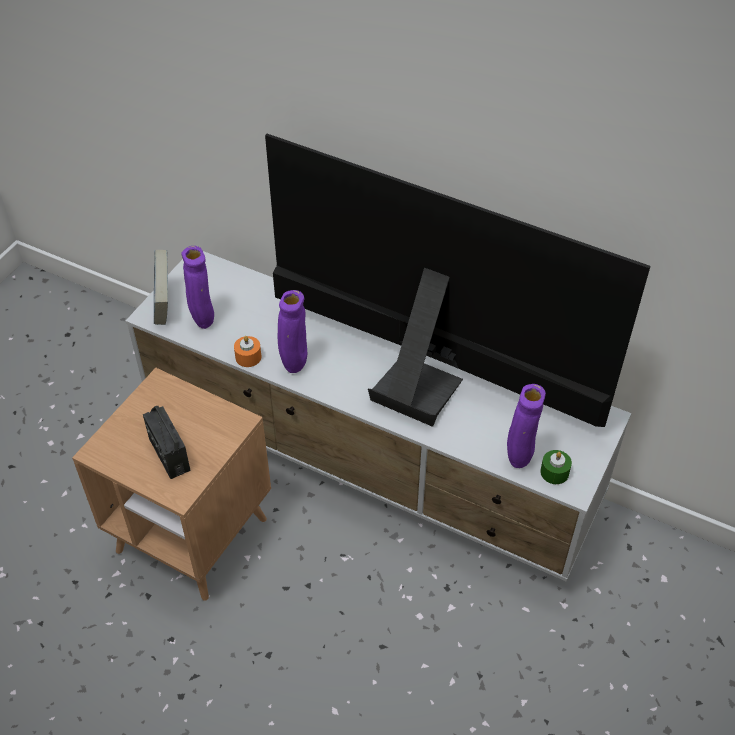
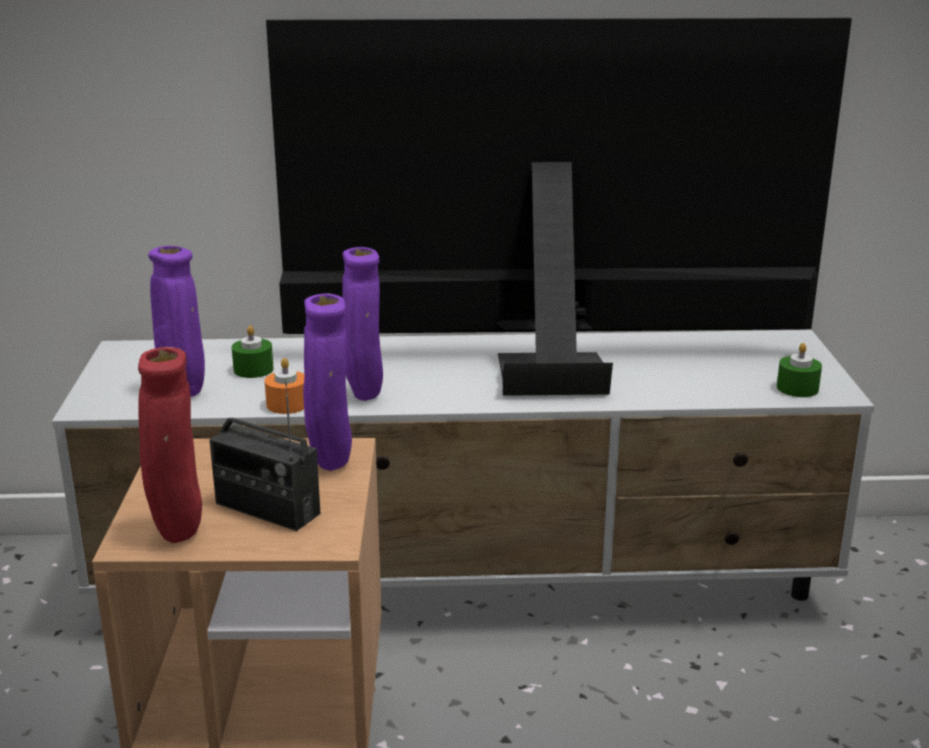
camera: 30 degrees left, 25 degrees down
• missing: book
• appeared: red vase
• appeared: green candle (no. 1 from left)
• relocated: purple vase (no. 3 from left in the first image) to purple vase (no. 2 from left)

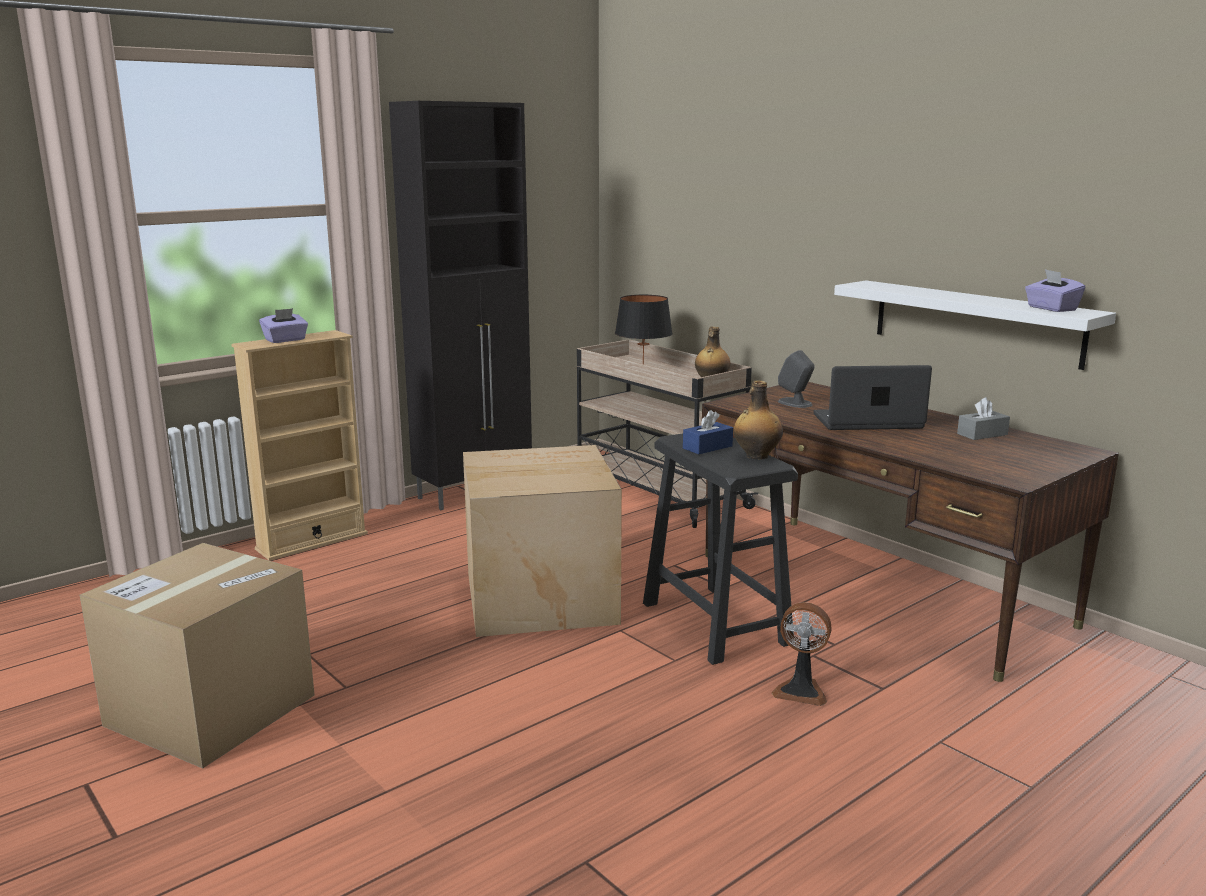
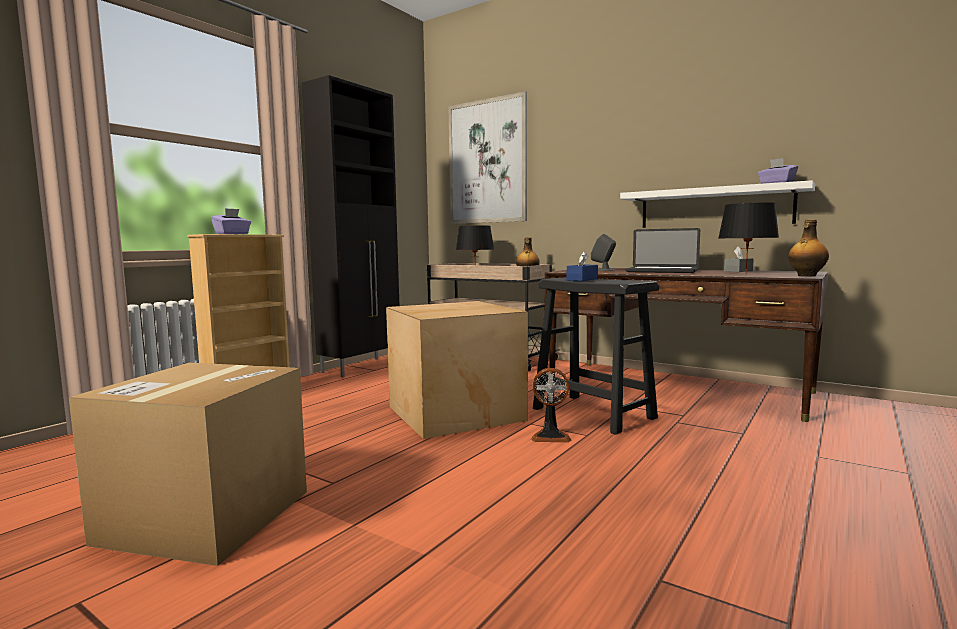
camera: 15 degrees left, 10 degrees down
• appeared: picture
• appeared: black table lamp (no. 2 from left)
• relocated: bottle (no. 2 from left)
• relocated: fan
• spun: laptop 135 degrees counterclockwise

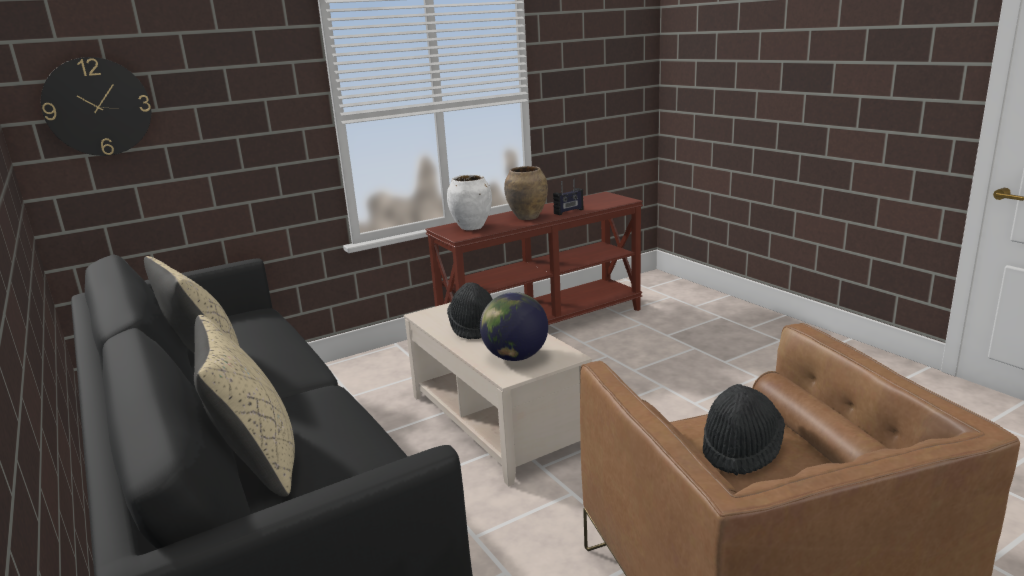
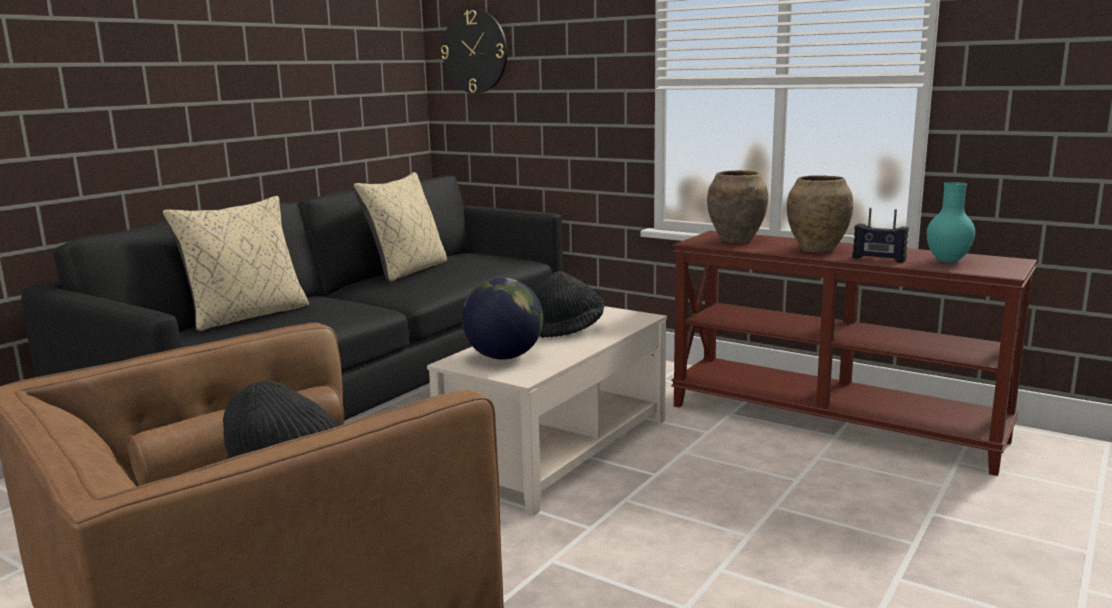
camera: 65 degrees right, 5 degrees down
• appeared: turquoise vase
• colour: white vase to brown vase (no. 1 from left)

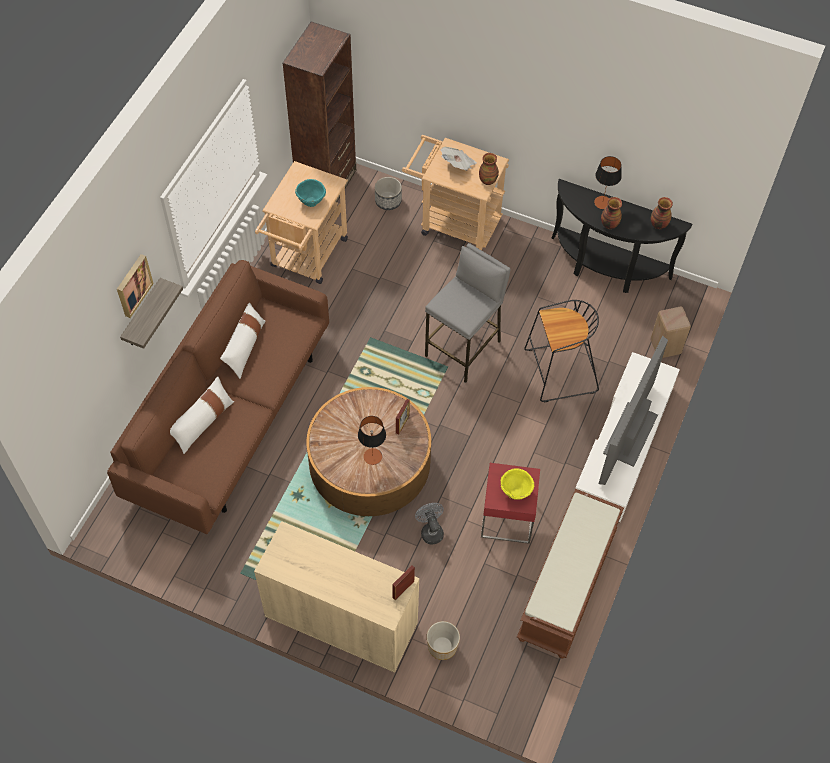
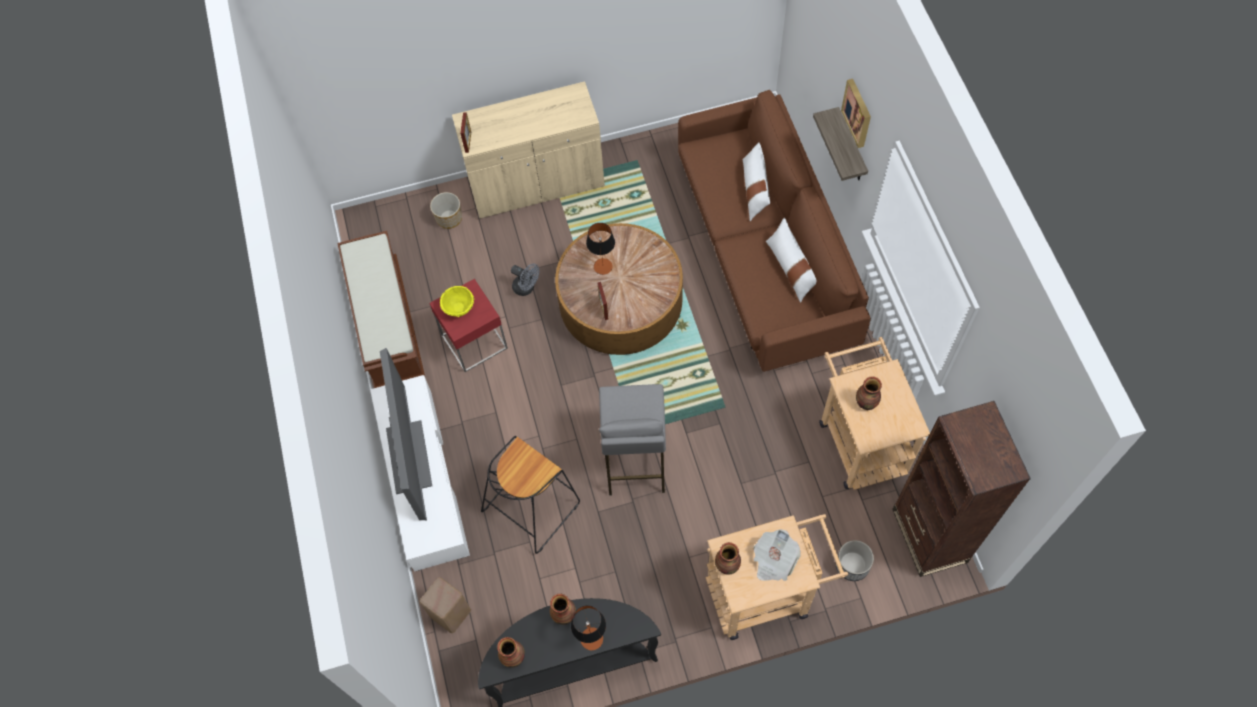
camera: 145 degrees right, 5 degrees up
• exchanged: turquoise bowl to vase (no. 4 from left)

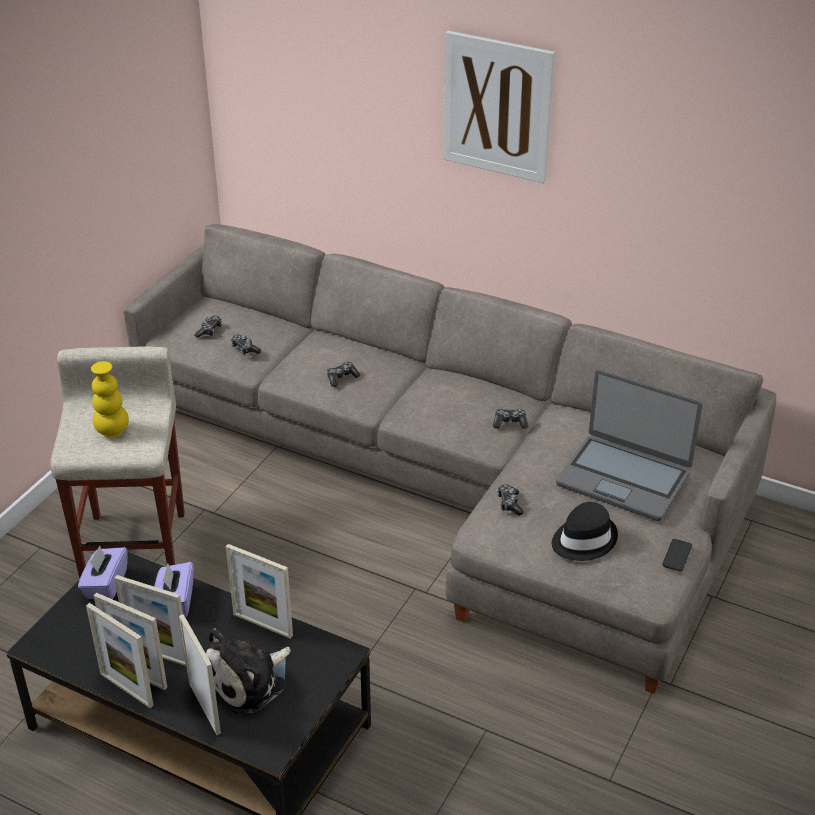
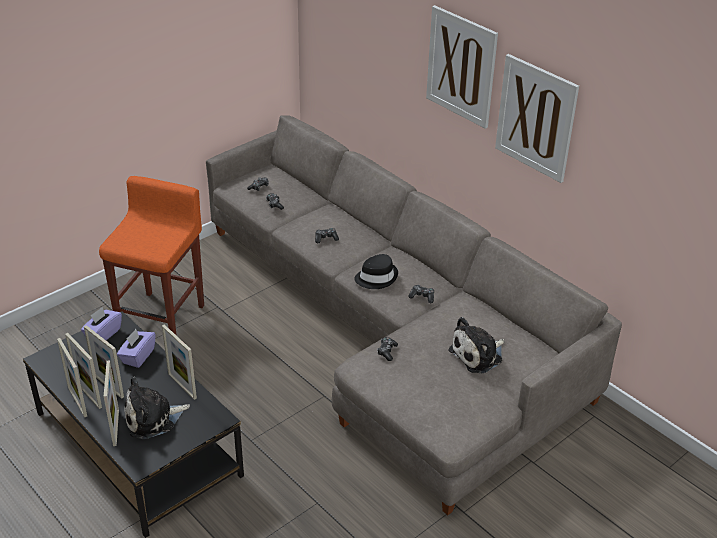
camera: 20 degrees right, 0 degrees up
• missing: yellow vase
• missing: phone
• appeared: picture (no. 2 from left)
• relocated: black hat
• exchanged: laptop to plush toy (no. 2 from left)
• colour: beige stool to orange stool

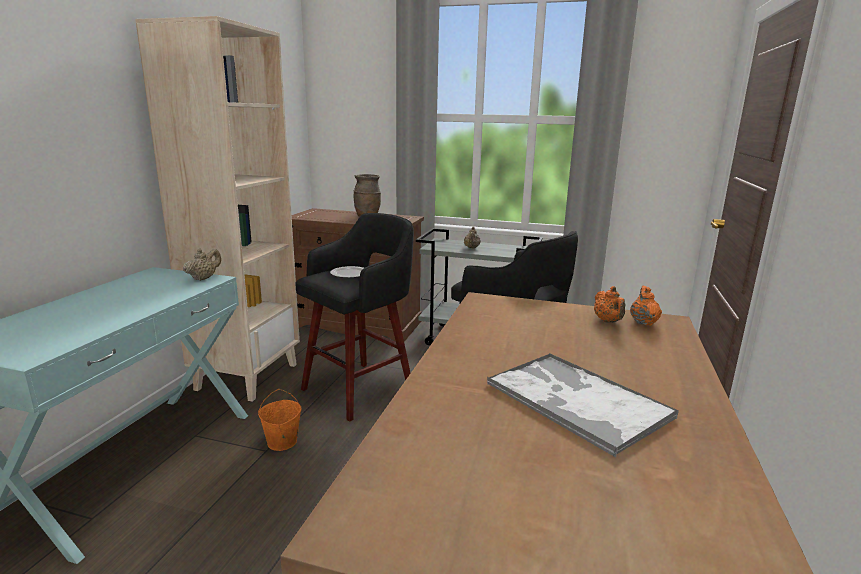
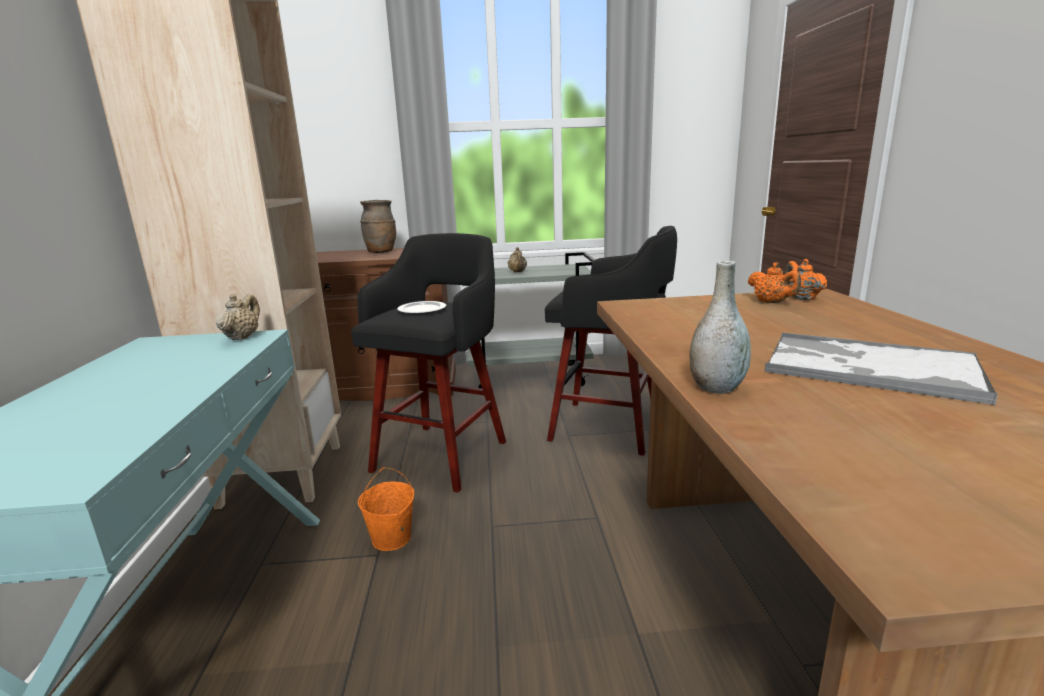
camera: 20 degrees left, 0 degrees up
• appeared: grey vase

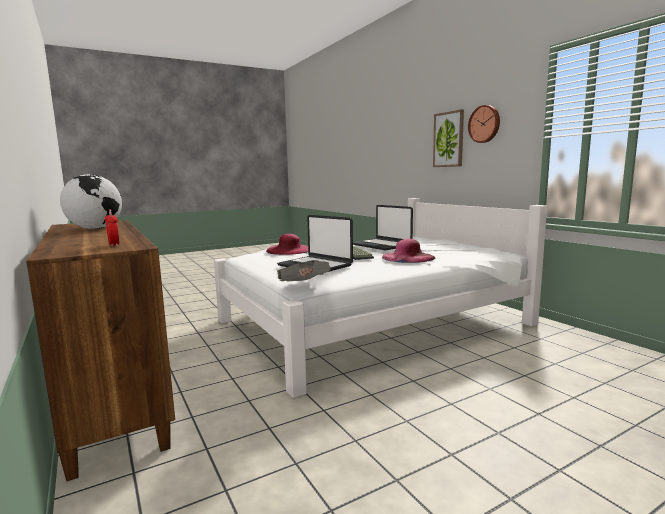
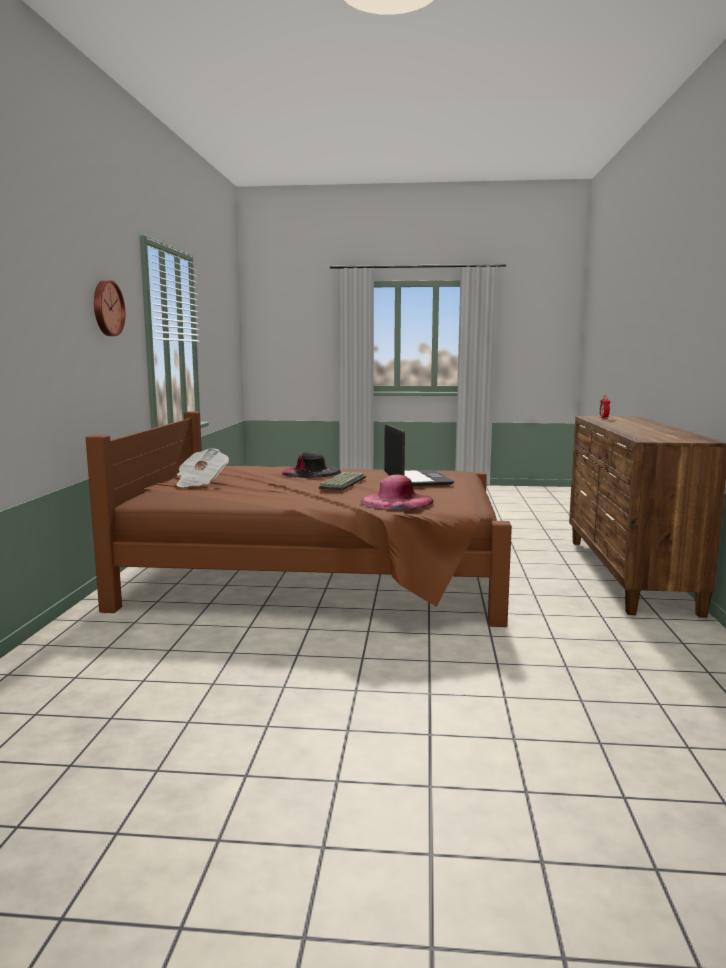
camera: 145 degrees left, 0 degrees up
• missing: globe
• missing: laptop (no. 2 from left)
• missing: picture
• relocated: newspaper
• colour: white bed to brown bed
• colour: pink hat (no. 2 from left) to black hat

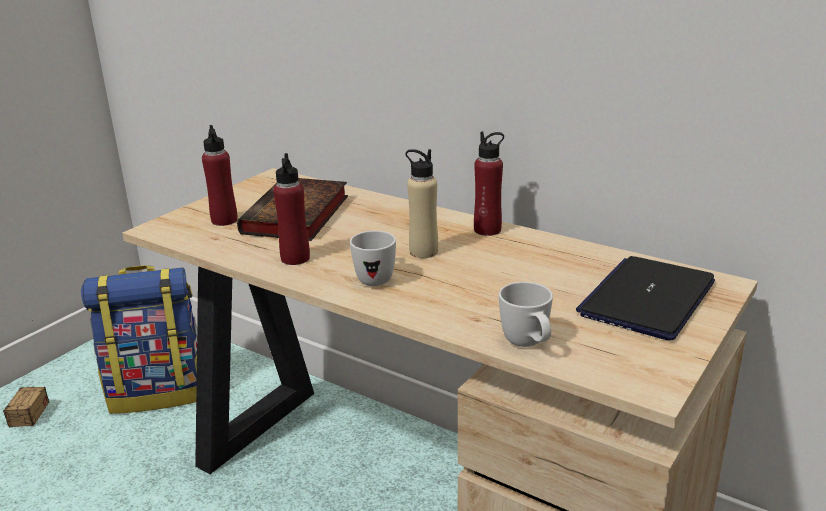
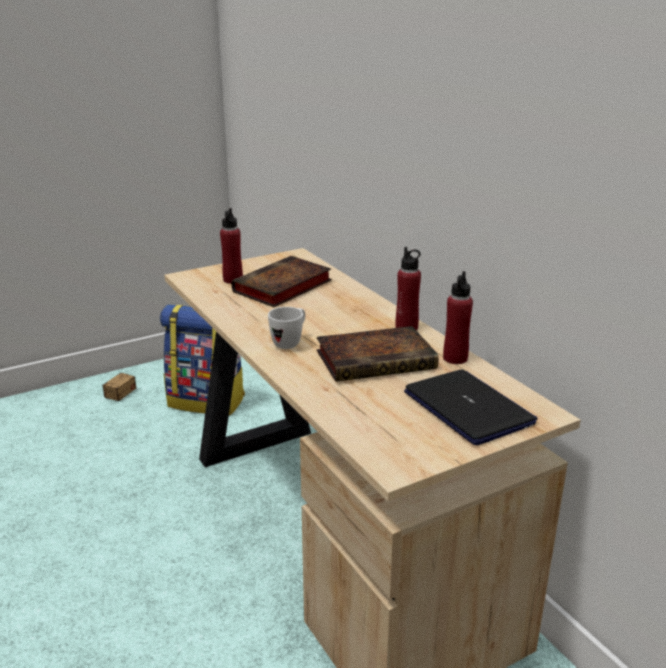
camera: 25 degrees right, 0 degrees up
• missing: beige bottle
• missing: white mug (no. 2 from left)
• appeared: book (no. 2 from left)
• relocated: red bottle (no. 2 from left in the first image) to red bottle (no. 3 from left)
• spun: laptop 90 degrees clockwise

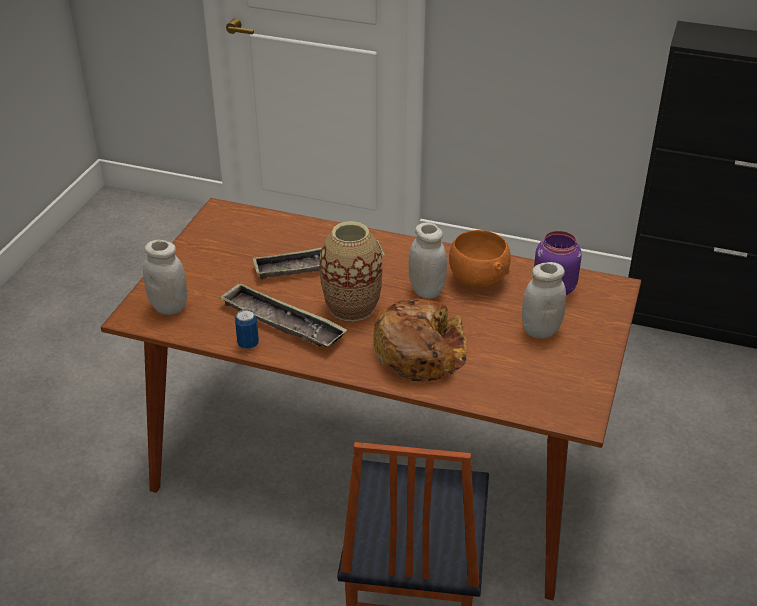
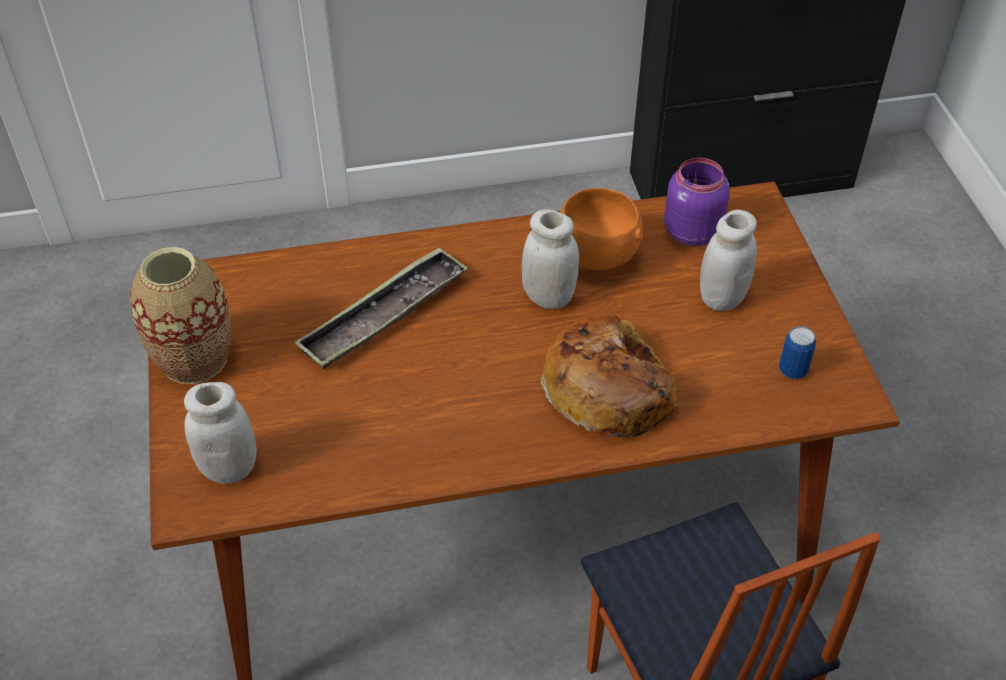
camera: 30 degrees left, 10 degrees up
• missing: tray (no. 1 from left)
• relocated: can
• relocated: vase

